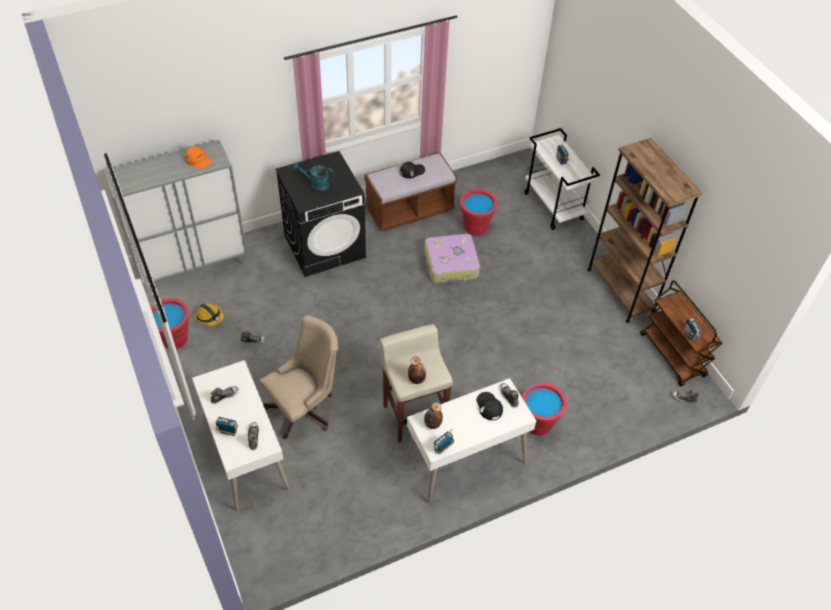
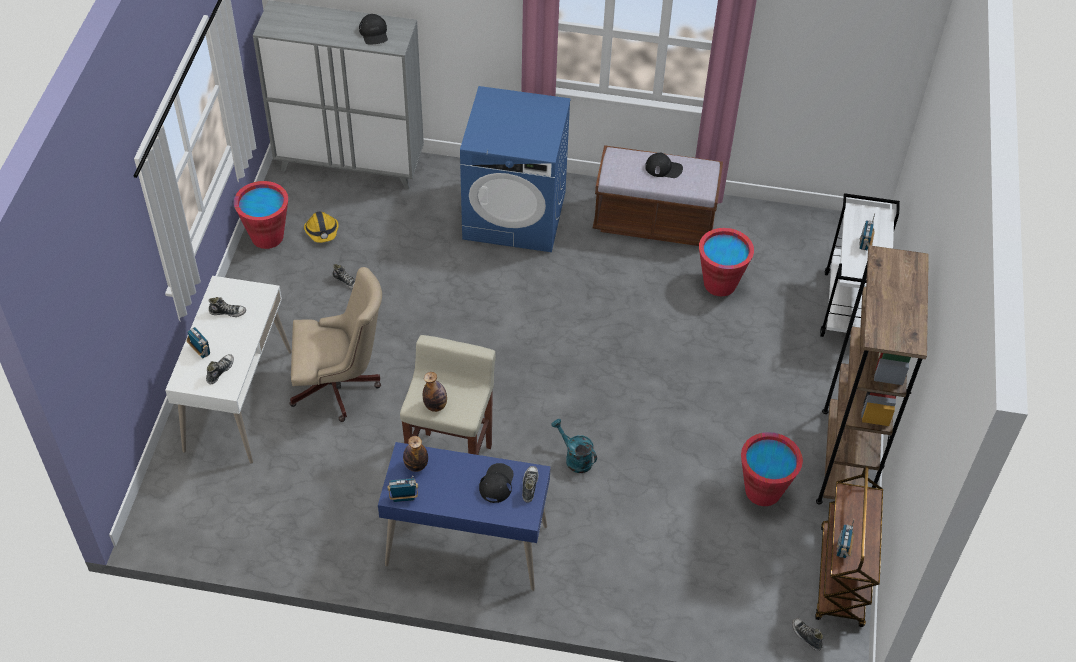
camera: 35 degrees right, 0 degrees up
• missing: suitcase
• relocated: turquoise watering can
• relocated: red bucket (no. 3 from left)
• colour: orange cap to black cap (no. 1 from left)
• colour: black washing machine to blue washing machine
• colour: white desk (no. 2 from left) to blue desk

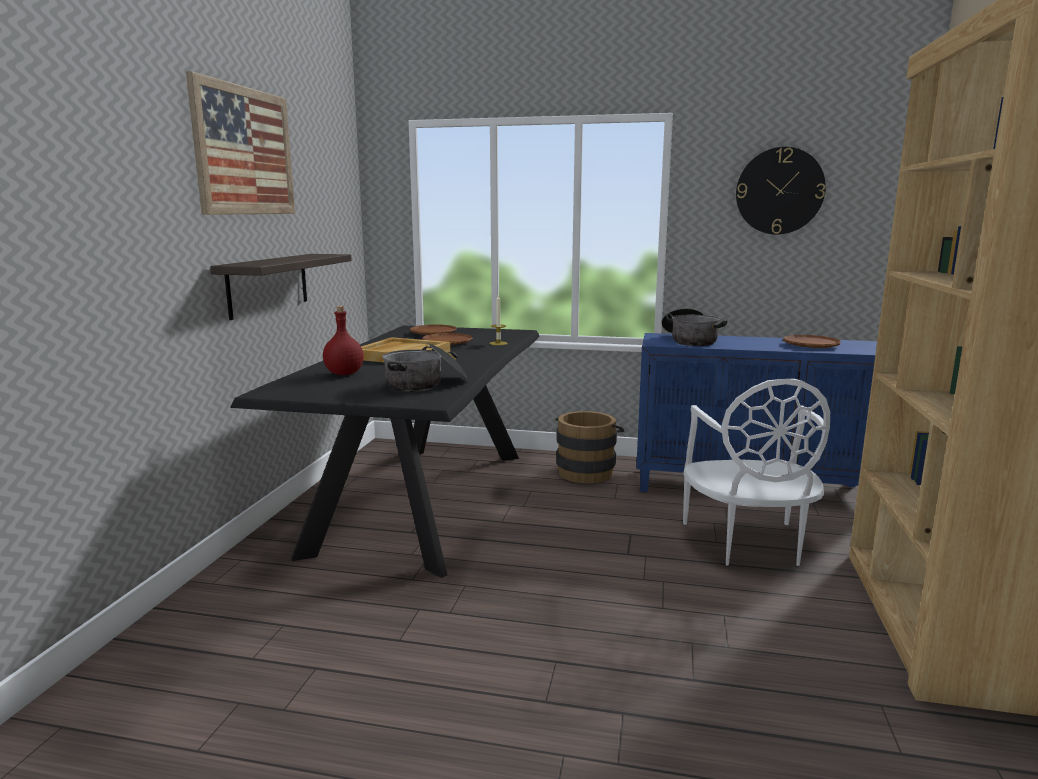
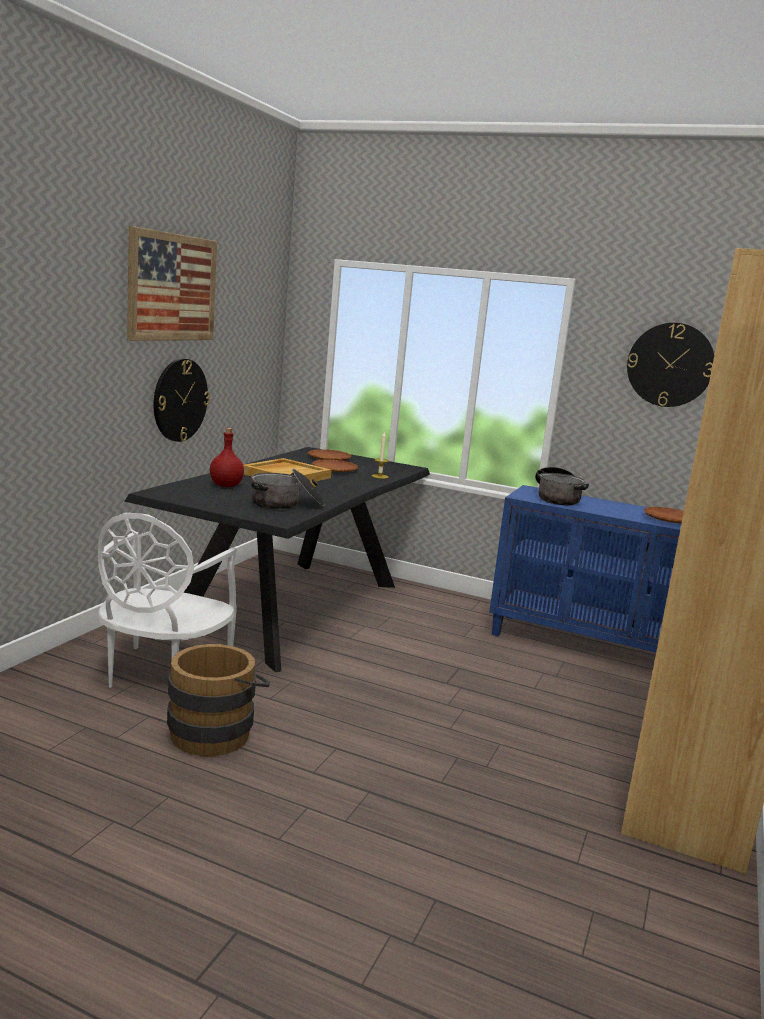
camera: 10 degrees right, 0 degrees up
• relocated: brown bucket
• relocated: white chair
• exchanged: shelf to wall clock (no. 1 from left)

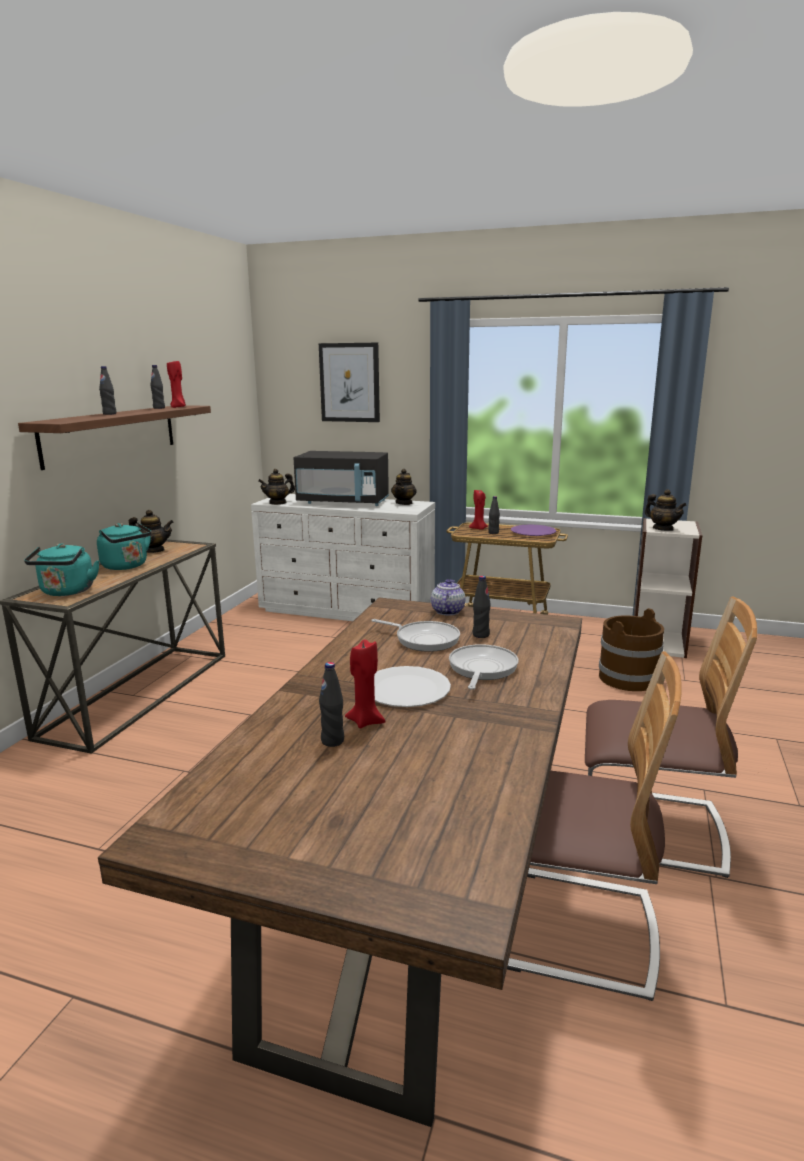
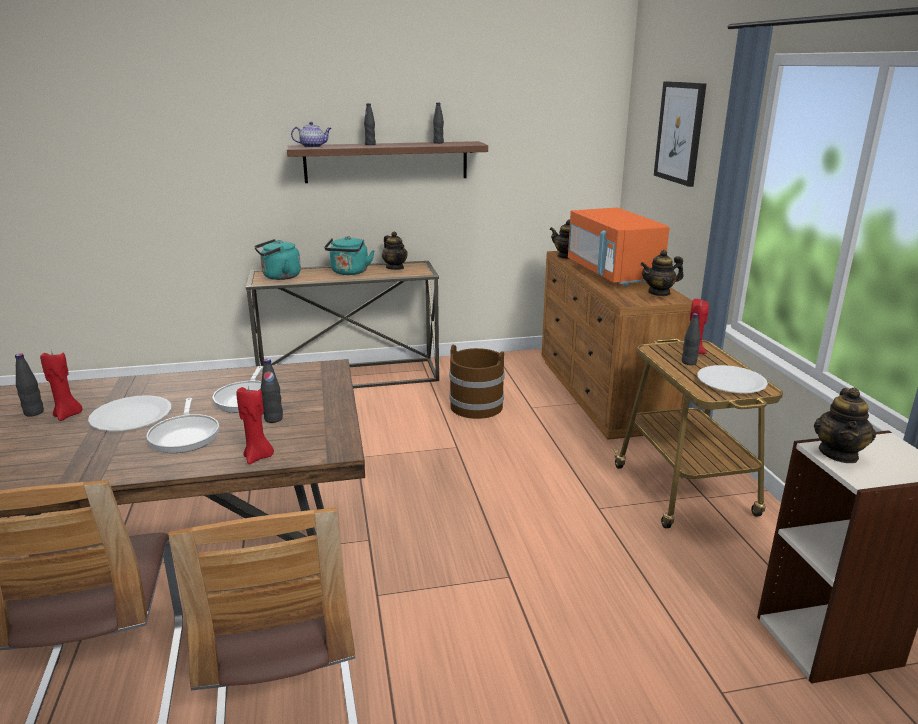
camera: 60 degrees right, 5 degrees up
• relocated: red candle (no. 1 from left in the first image) to red candle (no. 2 from left)
• relocated: teapot (no. 4 from left in the first image) to teapot (no. 1 from left)
• relocated: brown bucket
• colour: white dresser to brown dresser
• colour: black microwave to orange microwave
• colour: purple plate to white plate (no. 2 from left)
• spun: frying pan (no. 2 from left in the first image) 90 degrees clockwise

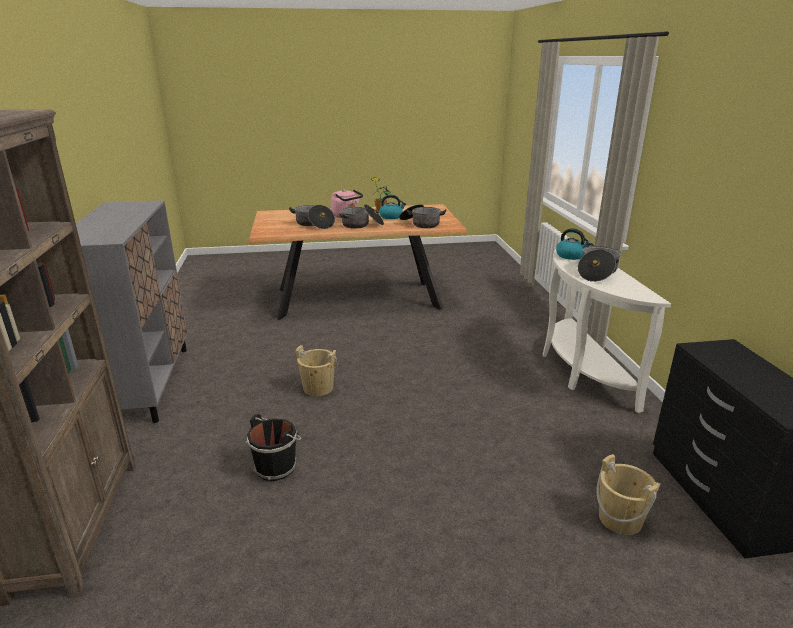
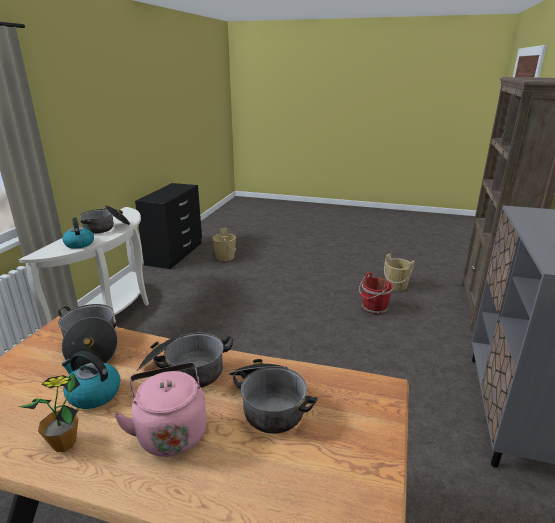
camera: 155 degrees left, 0 degrees up
• relocated: beige bucket (no. 1 from left in the first image) to beige bucket (no. 2 from left)
• colour: black bucket to red bucket

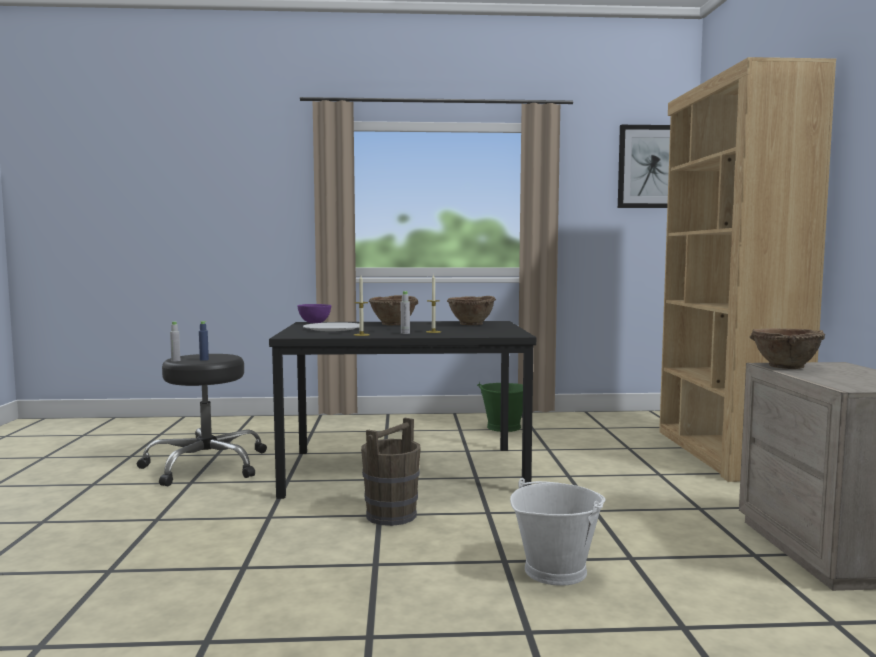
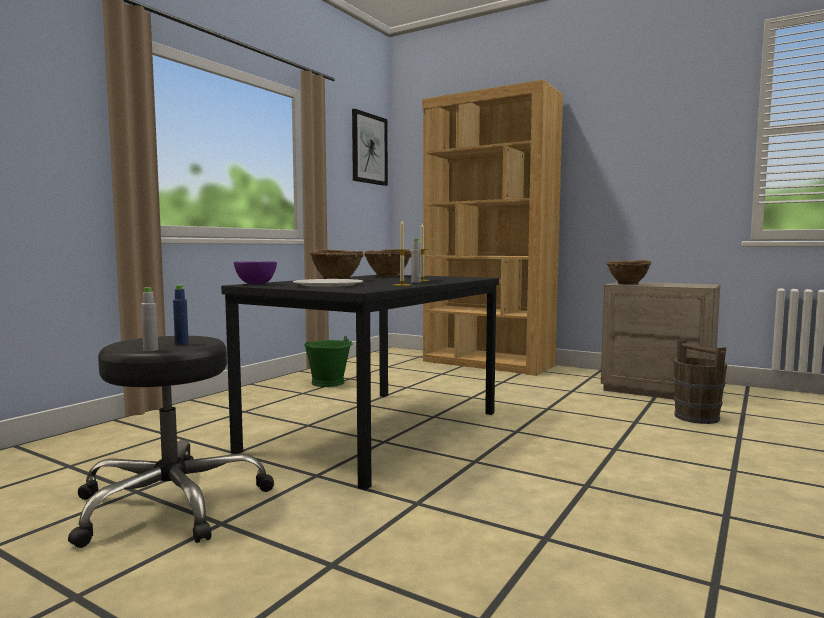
camera: 55 degrees left, 0 degrees up
• missing: white bucket
• relocated: brown bucket

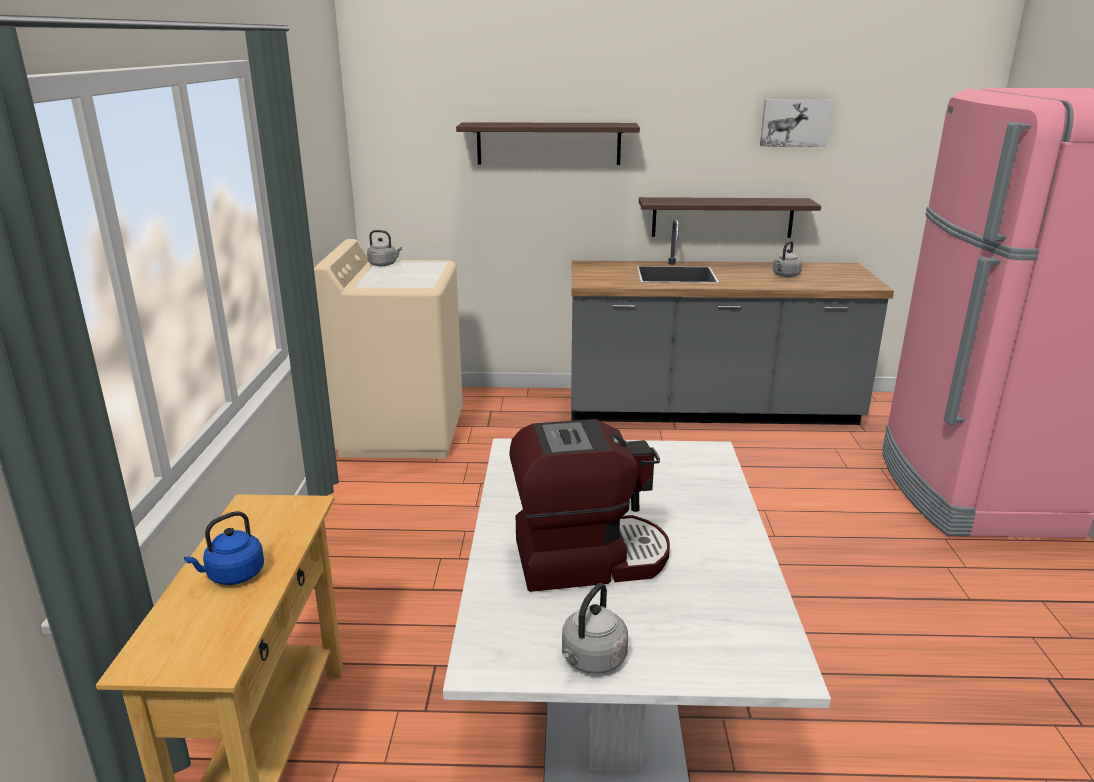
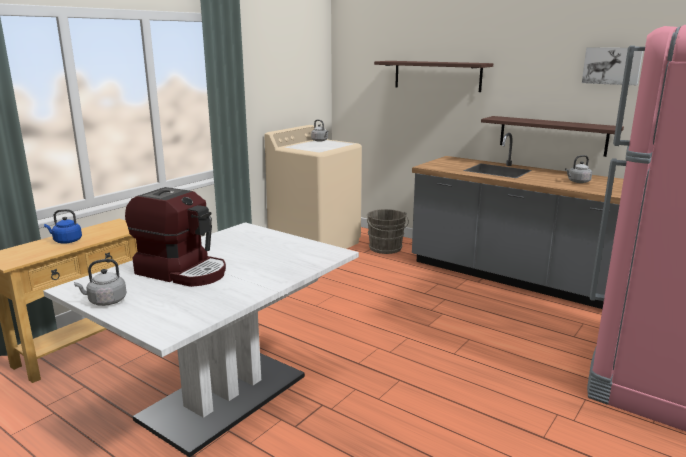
camera: 35 degrees right, 5 degrees down
• appeared: grey bucket

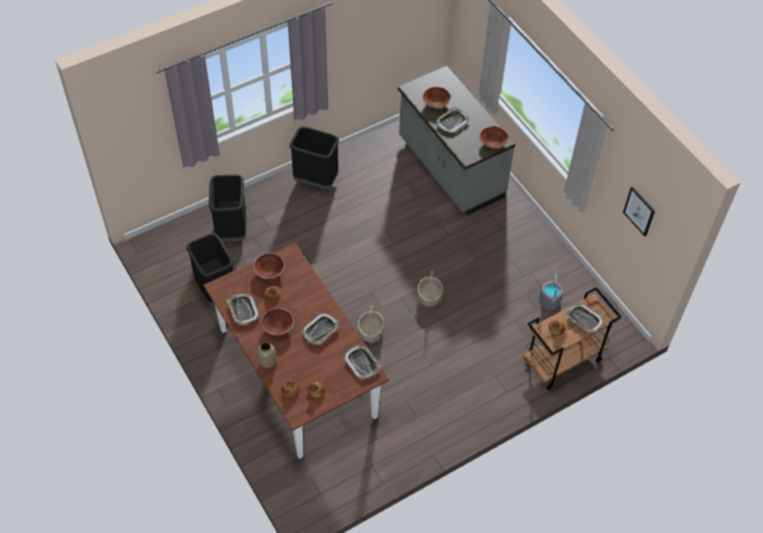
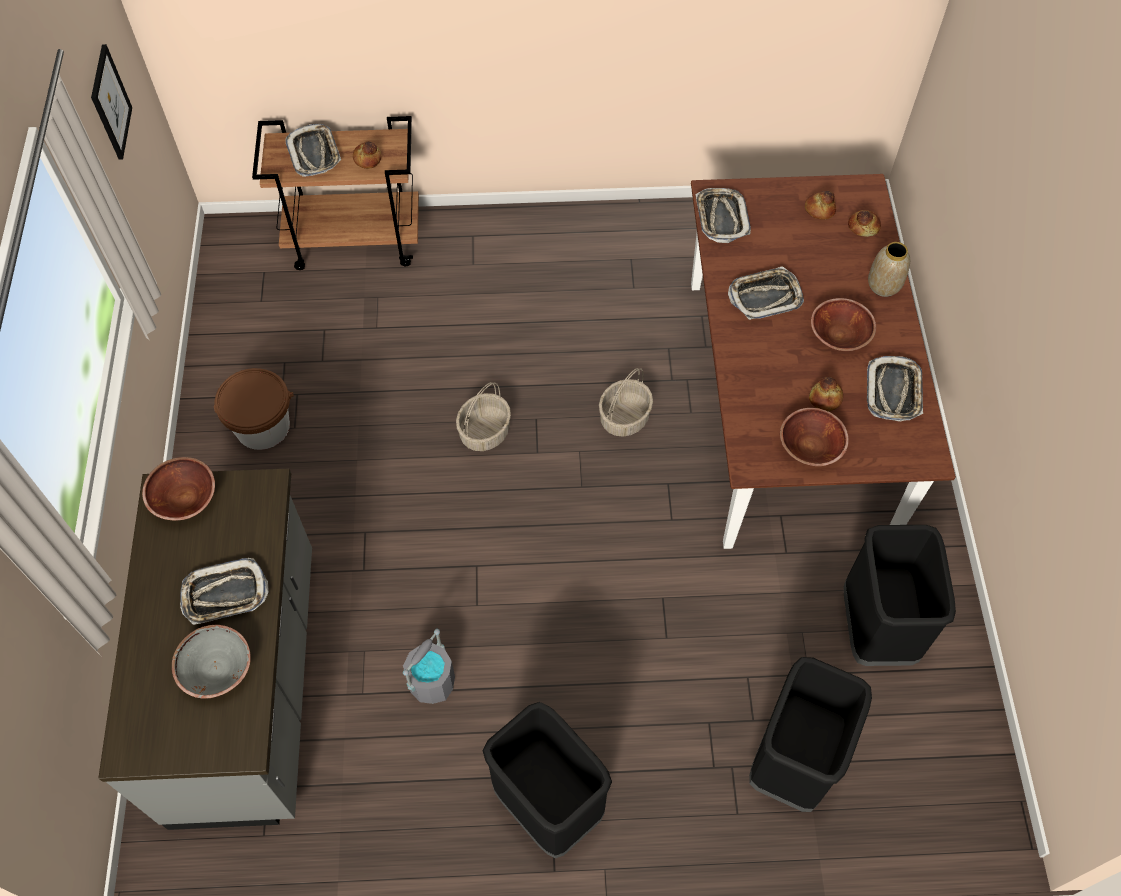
camera: 150 degrees left, 5 degrees up
• appeared: brown bucket
• relocated: grey bucket
• colour: brown bowl (no. 3 from left) to grey bowl

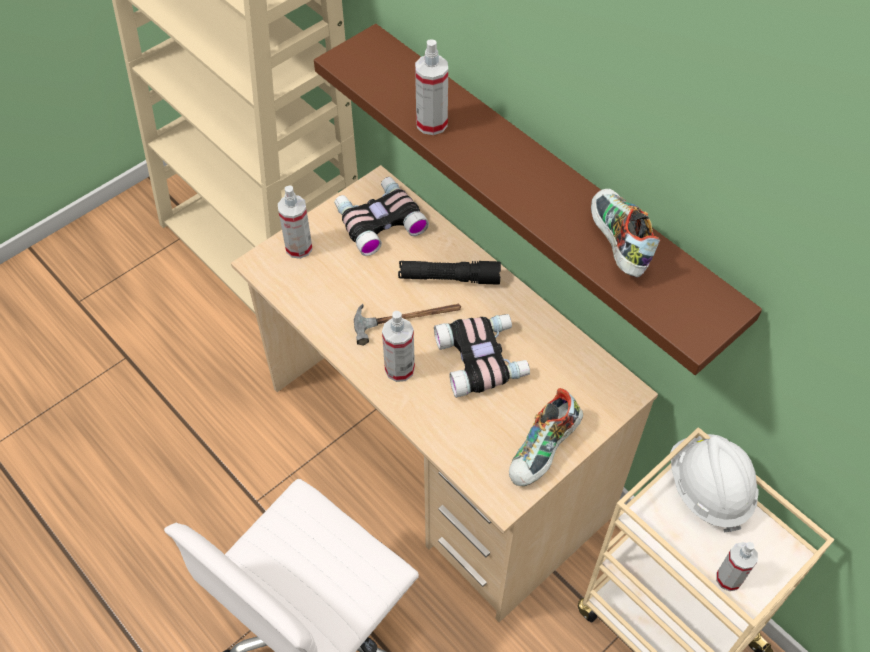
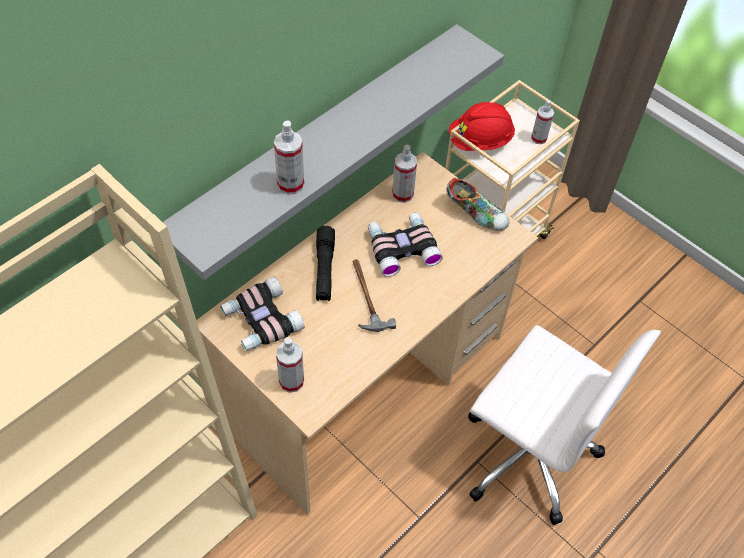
camera: 95 degrees left, 0 degrees up
• missing: shoe (no. 2 from left)
• relocated: spray bottle (no. 2 from left in the first image) to spray bottle (no. 3 from left)
• colour: brown shelf to grey shelf
• colour: white hard hat to red hard hat

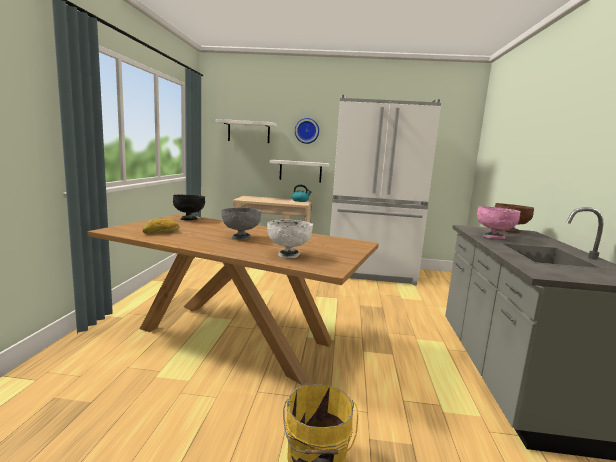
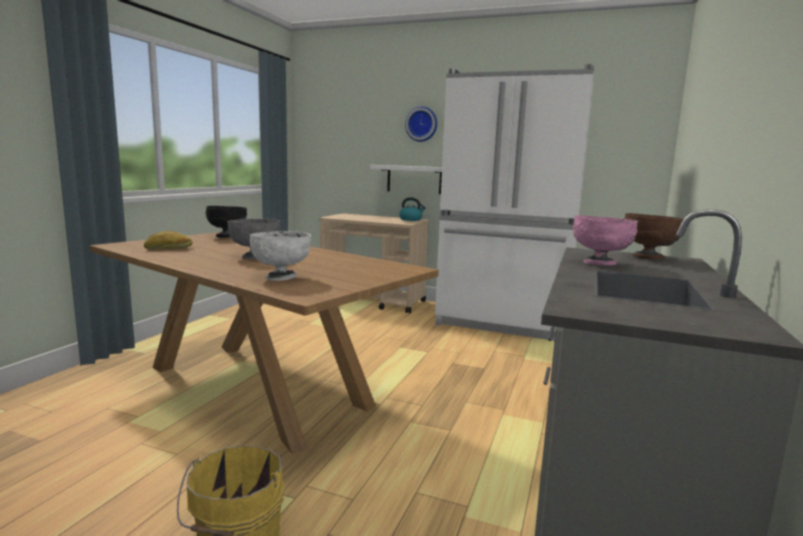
camera: 15 degrees right, 0 degrees up
• missing: white shelf (no. 1 from left)

